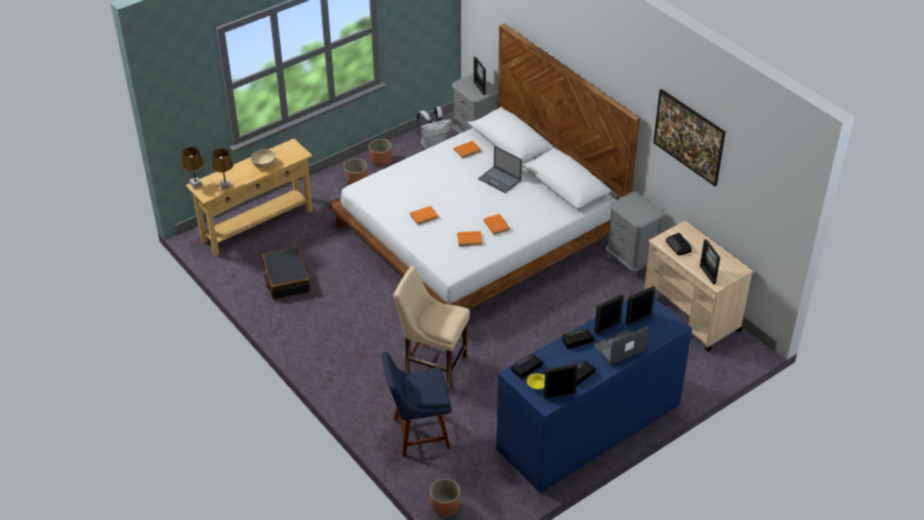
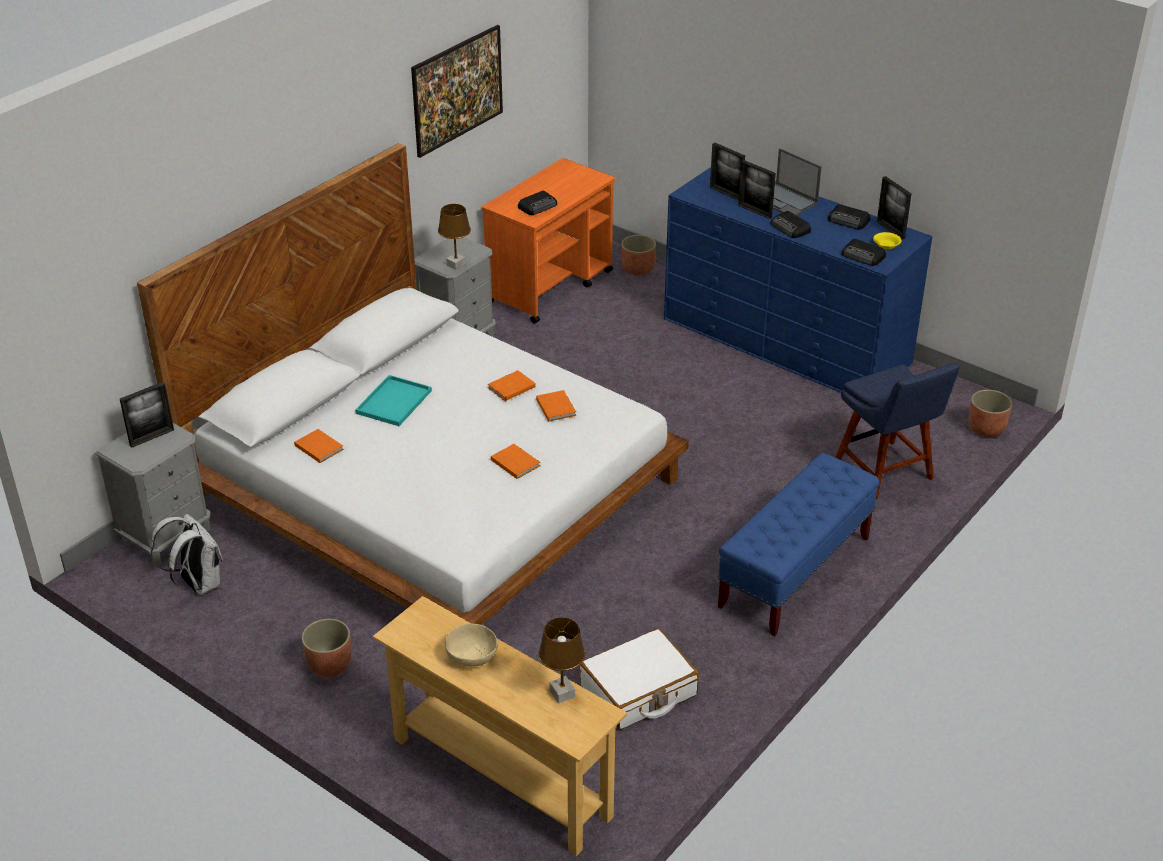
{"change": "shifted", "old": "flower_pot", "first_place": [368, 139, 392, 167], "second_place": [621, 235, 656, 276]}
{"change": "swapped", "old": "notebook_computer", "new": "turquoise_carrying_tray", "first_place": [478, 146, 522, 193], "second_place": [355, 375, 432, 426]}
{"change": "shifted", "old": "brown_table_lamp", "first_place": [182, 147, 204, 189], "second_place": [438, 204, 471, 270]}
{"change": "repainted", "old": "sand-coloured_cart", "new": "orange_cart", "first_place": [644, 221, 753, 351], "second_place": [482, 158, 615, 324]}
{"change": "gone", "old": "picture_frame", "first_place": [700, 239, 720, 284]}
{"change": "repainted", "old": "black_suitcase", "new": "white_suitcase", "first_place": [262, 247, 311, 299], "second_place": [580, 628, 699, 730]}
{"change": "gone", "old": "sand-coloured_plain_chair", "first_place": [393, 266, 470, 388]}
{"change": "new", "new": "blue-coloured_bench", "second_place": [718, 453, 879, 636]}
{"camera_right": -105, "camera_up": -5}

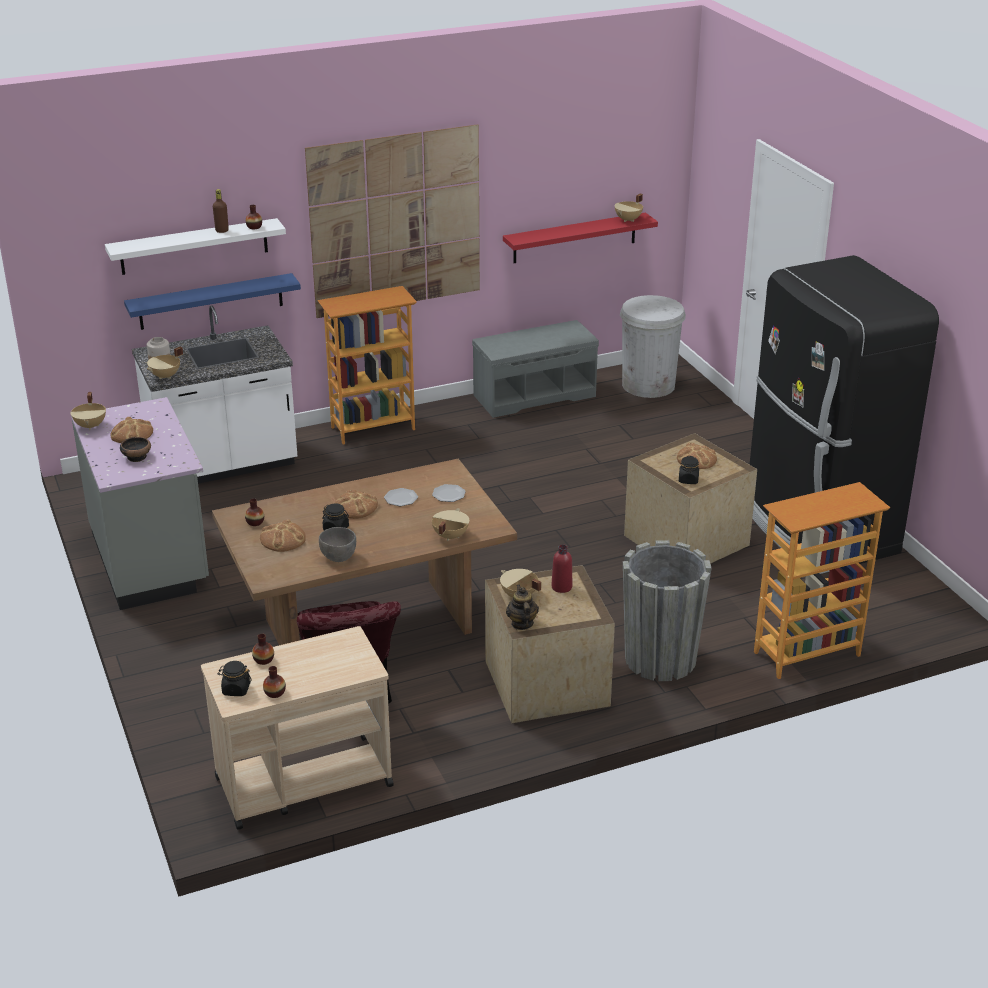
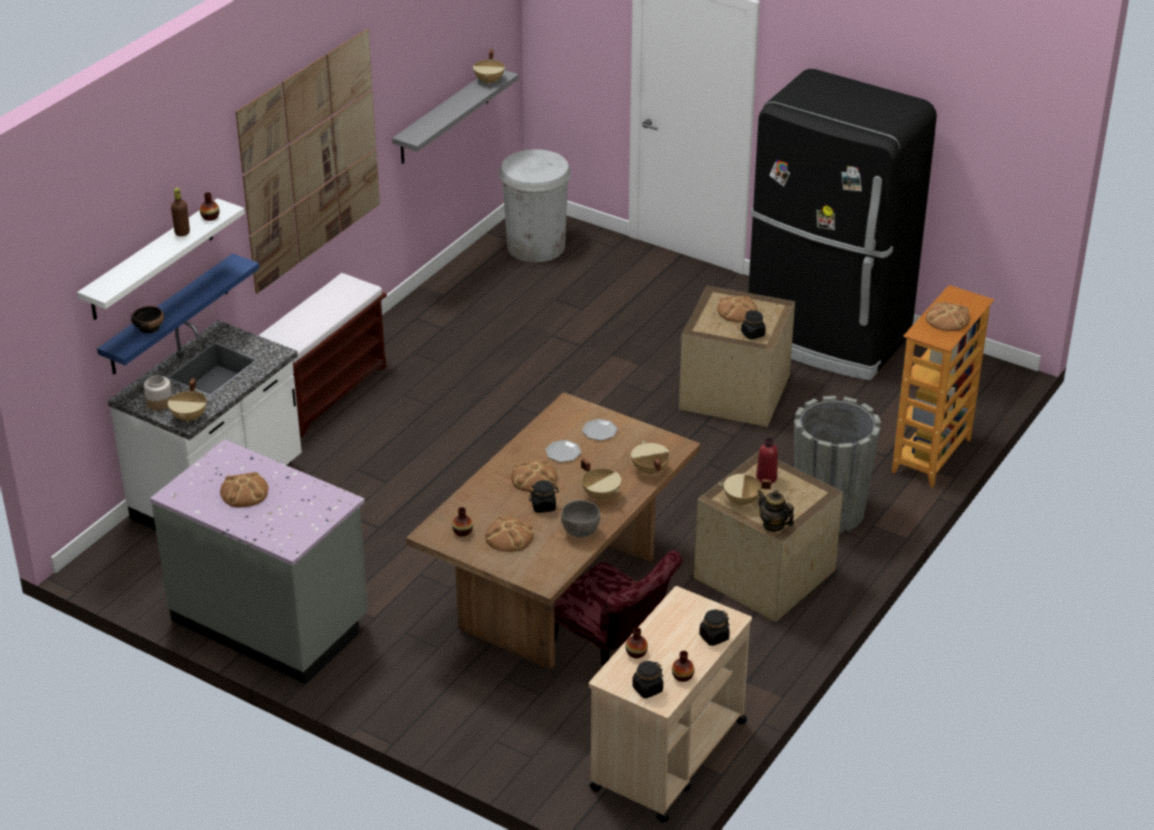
{"change": "repainted", "old": "red-coloured_shelf", "new": "gray_shelf", "first_place": [503, 212, 658, 263], "second_place": [392, 70, 518, 164]}
{"change": "swapped", "old": "bookshelf", "new": "brown_bench", "first_place": [317, 286, 417, 445], "second_place": [258, 273, 387, 438]}
{"change": "gone", "old": "gray_bench", "first_place": [472, 320, 599, 418]}
{"change": "shifted", "old": "sand-coloured_cooking_pot", "first_place": [70, 392, 106, 430], "second_place": [581, 459, 621, 500]}
{"change": "shifted", "old": "serving_bowl", "first_place": [120, 437, 151, 462], "second_place": [131, 306, 164, 334]}
{"change": "new", "new": "bakery_bread", "second_place": [926, 302, 970, 331]}
{"change": "new", "new": "black_jar", "second_place": [699, 610, 730, 646]}
{"camera_right": -35, "camera_up": 5}

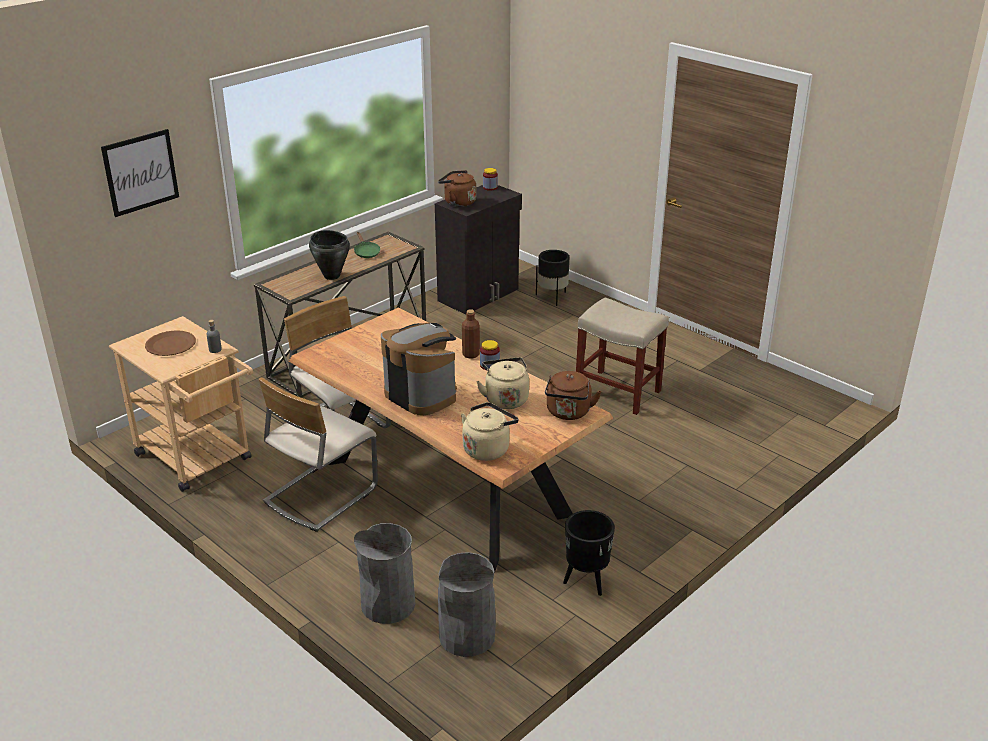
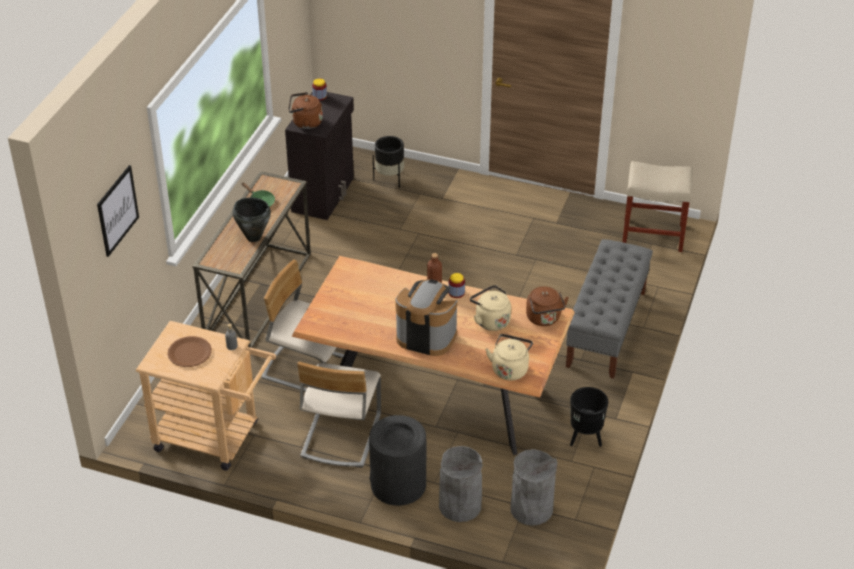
{"change": "shifted", "old": "sand-coloured_stool", "first_place": [576, 297, 669, 415], "second_place": [622, 161, 693, 252]}
{"change": "new", "new": "gray_bench", "second_place": [566, 239, 653, 379]}
{"change": "new", "new": "black_waste_bin", "second_place": [369, 415, 426, 506]}
{"camera_right": -25, "camera_up": 10}

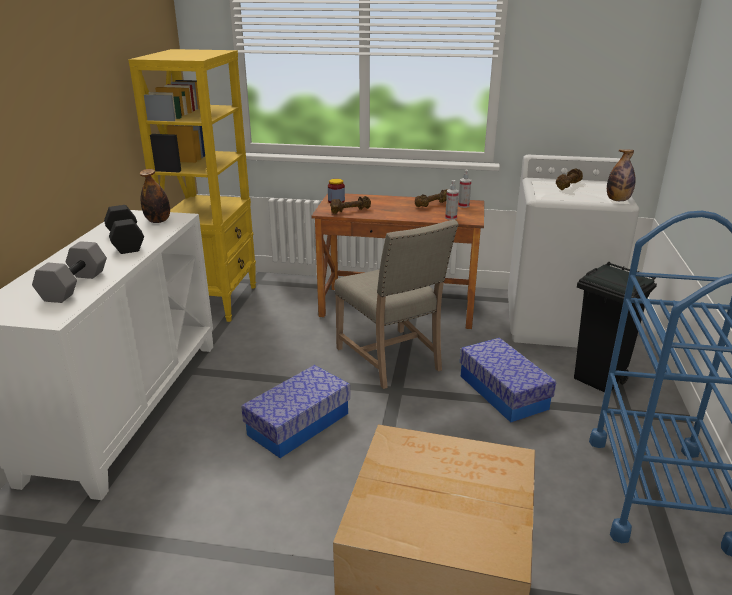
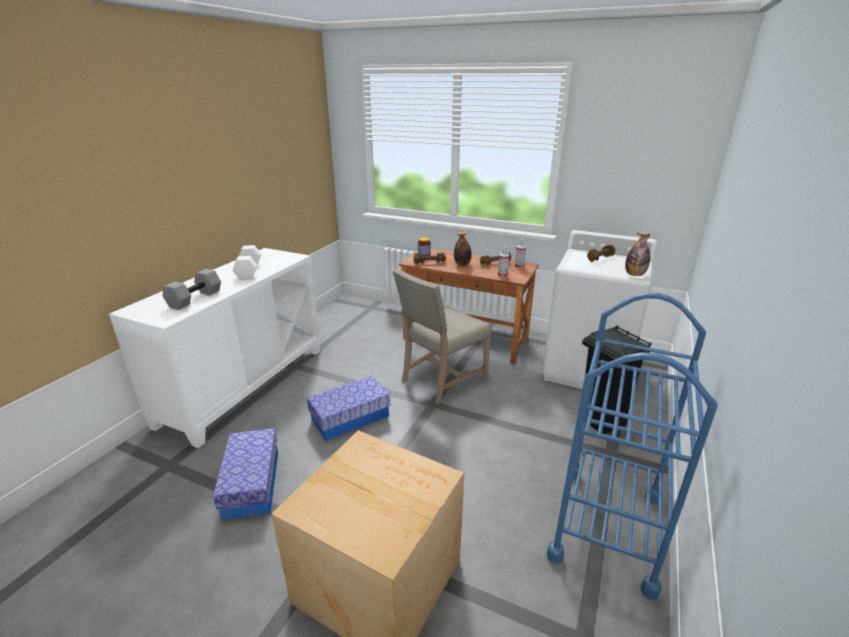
{"change": "gone", "old": "yellow_bookshelf", "first_place": [128, 49, 256, 322]}
{"change": "shifted", "old": "bottle", "first_place": [140, 169, 170, 223], "second_place": [454, 230, 472, 266]}
{"change": "repainted", "old": "black_dumbbell", "new": "white_dumbbell", "first_place": [104, 205, 144, 254], "second_place": [233, 245, 261, 280]}
{"change": "rotated", "old": "sand-coloured_plain_chair", "first_place": [334, 220, 459, 389], "second_place": [393, 269, 492, 404], "degrees": 60}
{"change": "shifted", "old": "storage_box", "first_place": [460, 338, 556, 423], "second_place": [213, 428, 278, 520]}
{"camera_right": 15, "camera_up": 0}

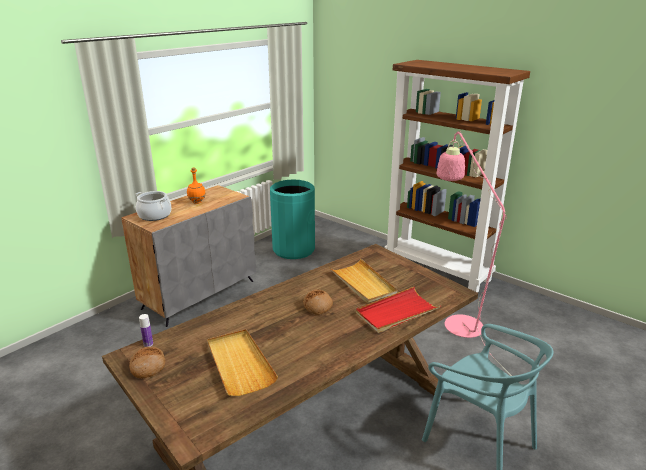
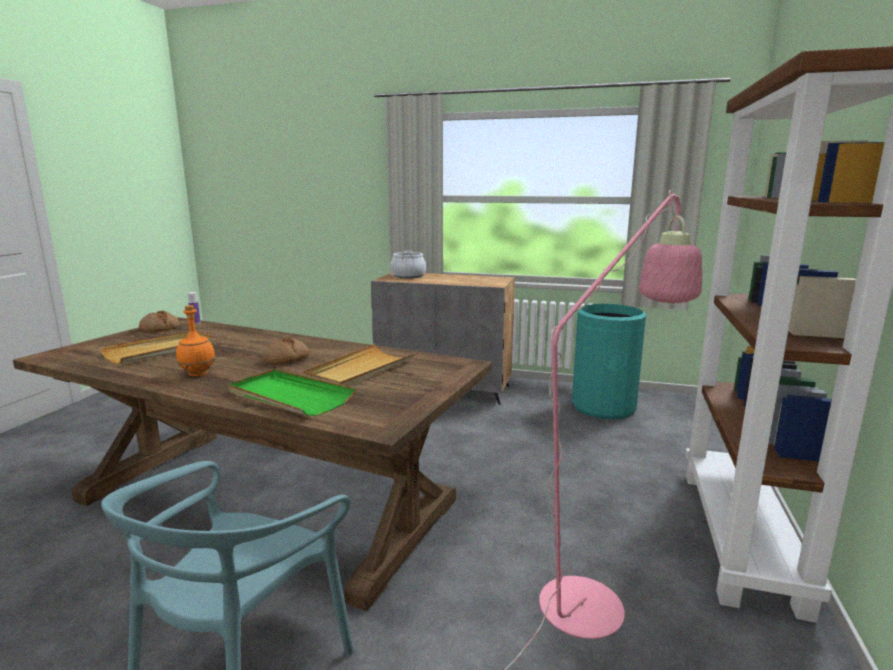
{"change": "shifted", "old": "orange_bottle", "first_place": [187, 167, 206, 204], "second_place": [176, 305, 215, 376]}
{"change": "repainted", "old": "red-coloured_carrying_tray", "new": "greenish_carrying_tray", "first_place": [356, 287, 441, 333], "second_place": [229, 369, 356, 416]}
{"camera_right": 65, "camera_up": -10}

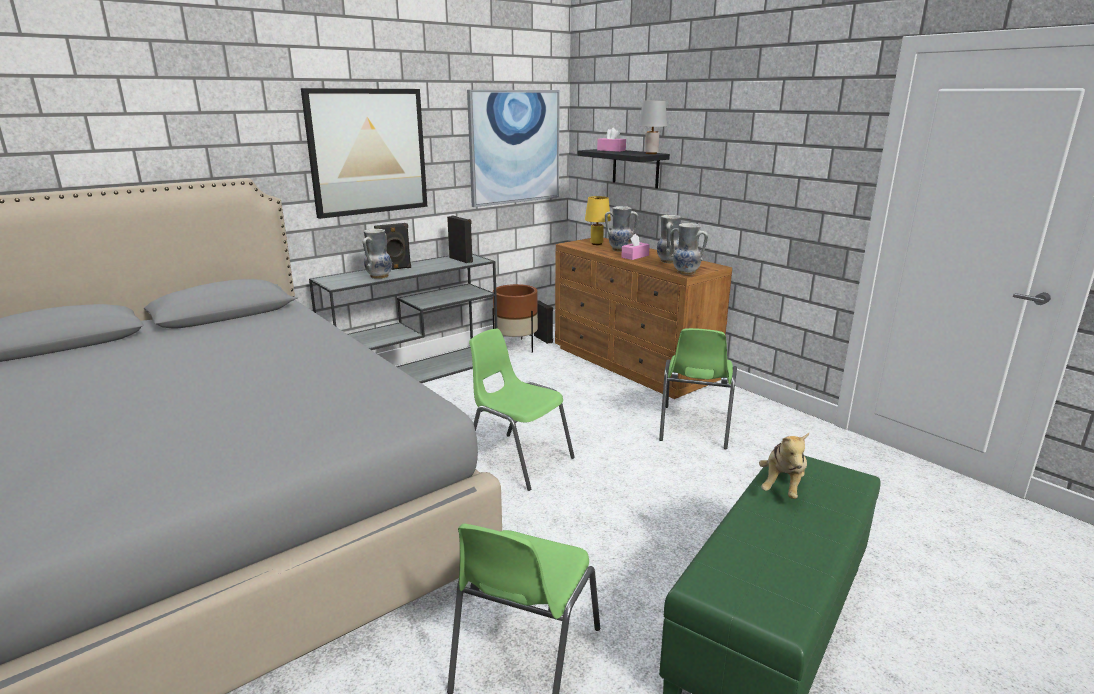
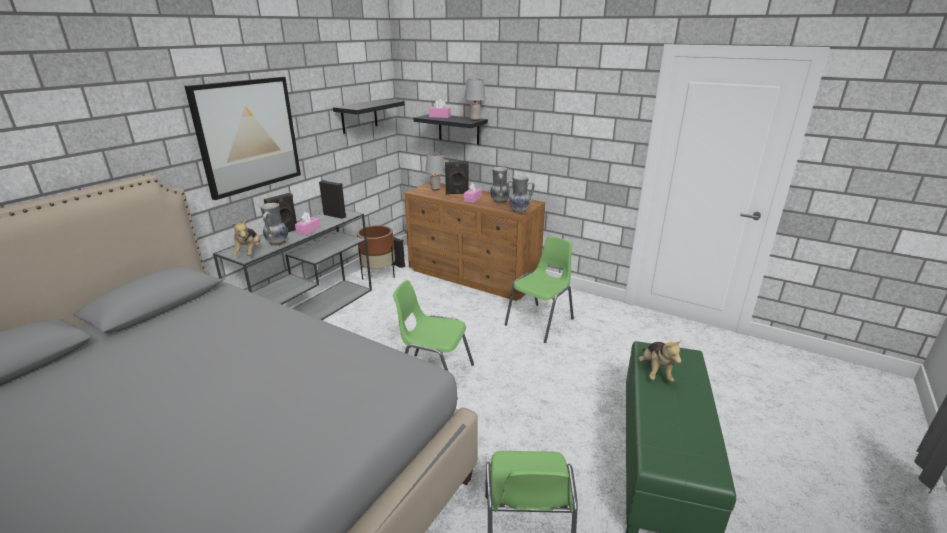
{"change": "swapped", "old": "wall_picture", "new": "black_shelf", "first_place": [467, 90, 560, 207], "second_place": [333, 99, 405, 134]}
{"change": "repainted", "old": "yellow_table_lamp", "new": "gray_table_lamp", "first_place": [585, 196, 611, 245], "second_place": [425, 153, 445, 191]}
{"change": "swapped", "old": "decorative_vase", "new": "black_loudspeaker", "first_place": [605, 206, 638, 252], "second_place": [445, 161, 469, 195]}
{"change": "rotated", "old": "greenish_plain_chair", "first_place": [659, 328, 737, 449], "second_place": [505, 236, 574, 343], "degrees": -135}
{"change": "new", "new": "pink-coloured_tissue_holder", "second_place": [295, 212, 321, 235]}
{"change": "new", "new": "soft_toy", "second_place": [233, 220, 261, 256]}
{"camera_right": -20, "camera_up": 5}

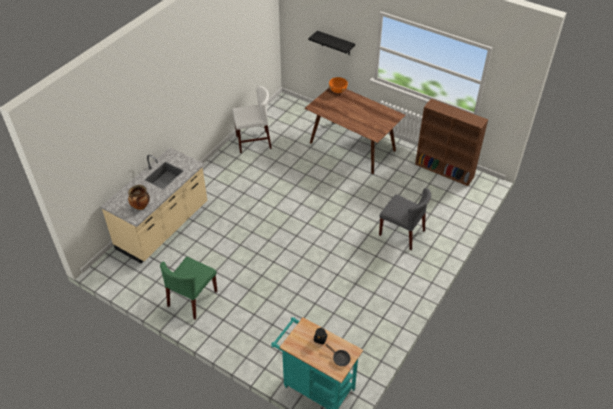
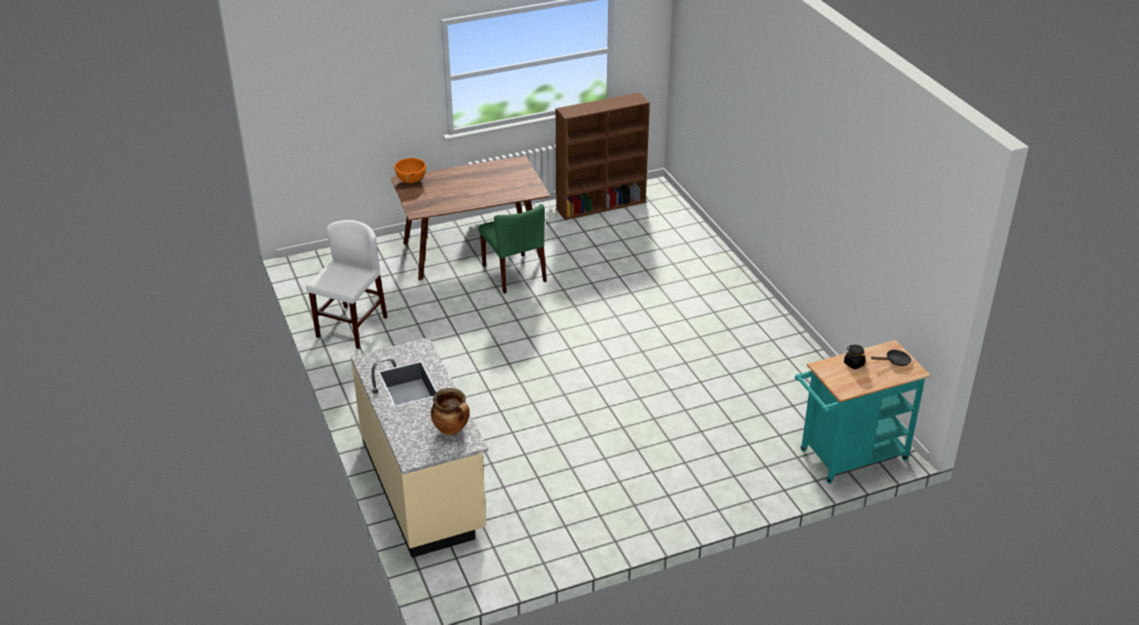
{"change": "gone", "old": "black_shelf", "first_place": [308, 31, 355, 55]}
{"change": "gone", "old": "gray_plain_chair", "first_place": [379, 188, 431, 250]}
{"change": "shifted", "old": "greenish_plain_chair", "first_place": [160, 257, 217, 320], "second_place": [479, 204, 547, 294]}
{"camera_right": -55, "camera_up": -10}

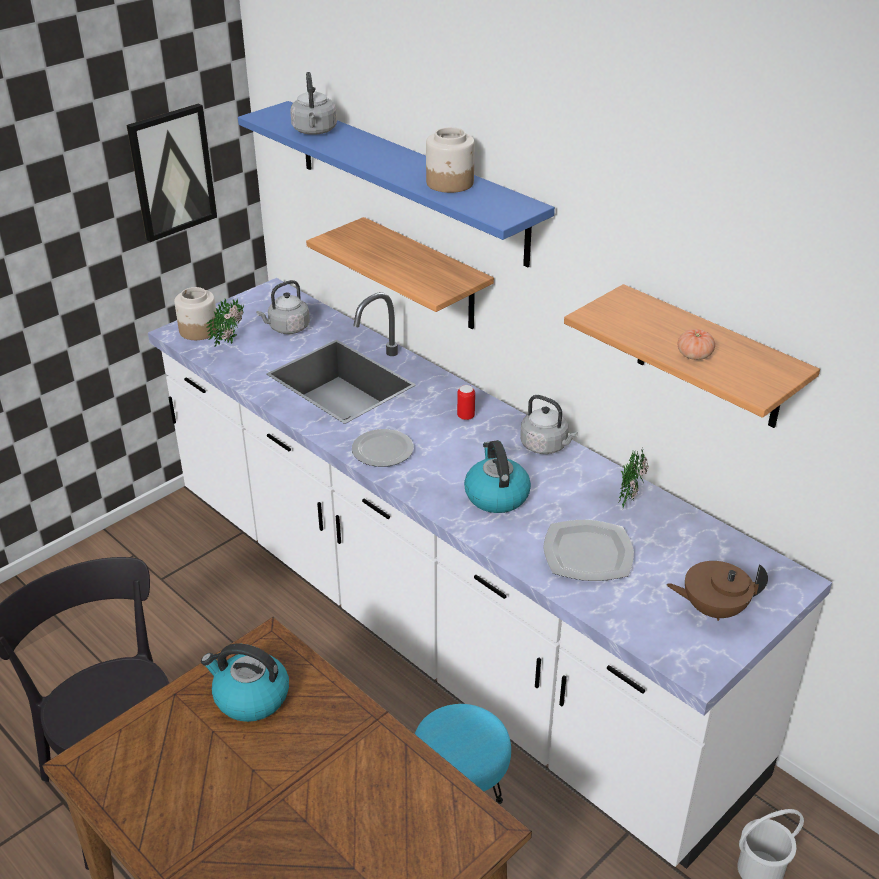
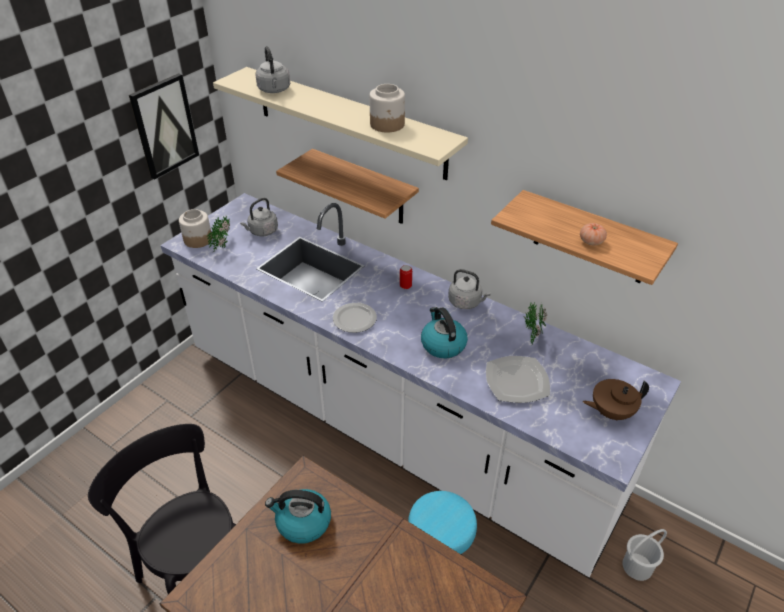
{"change": "repainted", "old": "blue-coloured_shelf", "new": "sand-coloured_shelf", "first_place": [238, 101, 555, 267], "second_place": [213, 67, 468, 180]}
{"camera_right": -10, "camera_up": 5}

